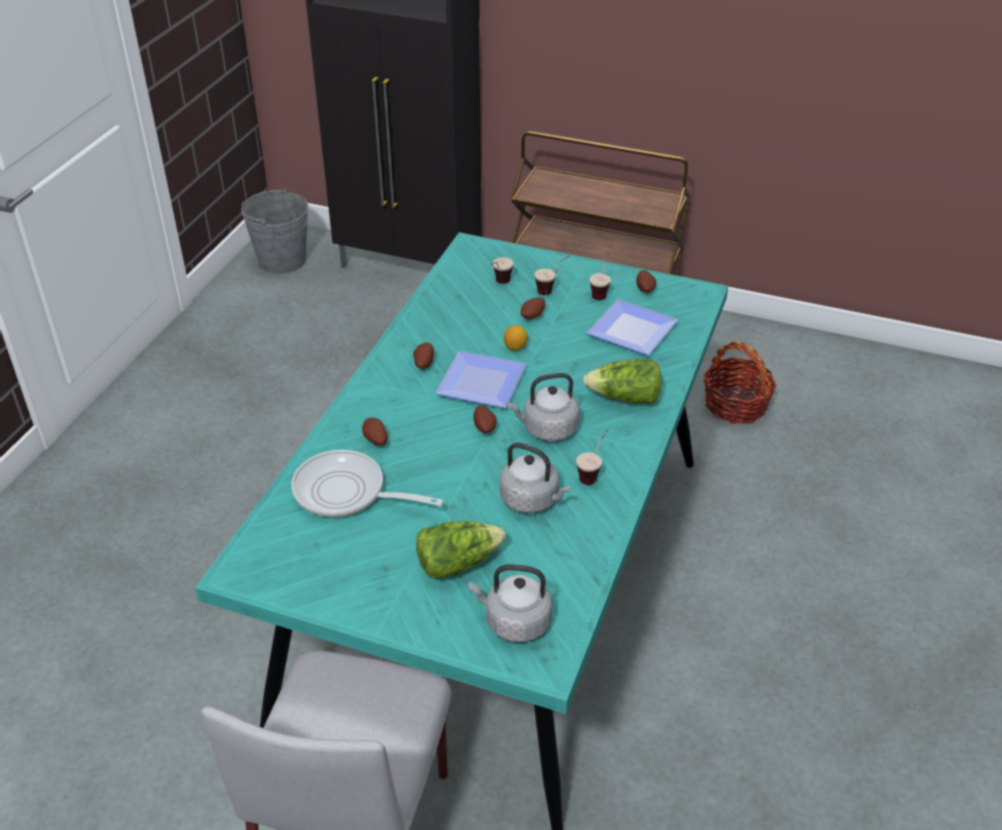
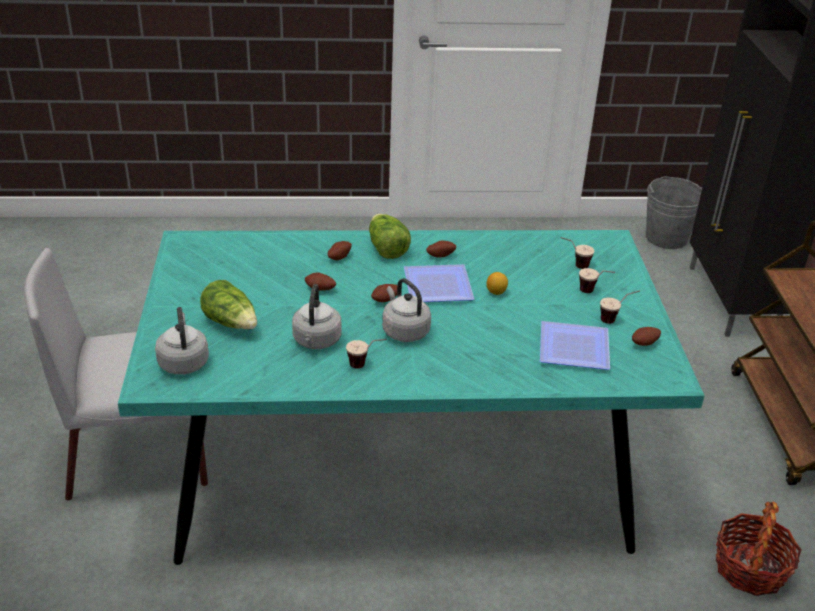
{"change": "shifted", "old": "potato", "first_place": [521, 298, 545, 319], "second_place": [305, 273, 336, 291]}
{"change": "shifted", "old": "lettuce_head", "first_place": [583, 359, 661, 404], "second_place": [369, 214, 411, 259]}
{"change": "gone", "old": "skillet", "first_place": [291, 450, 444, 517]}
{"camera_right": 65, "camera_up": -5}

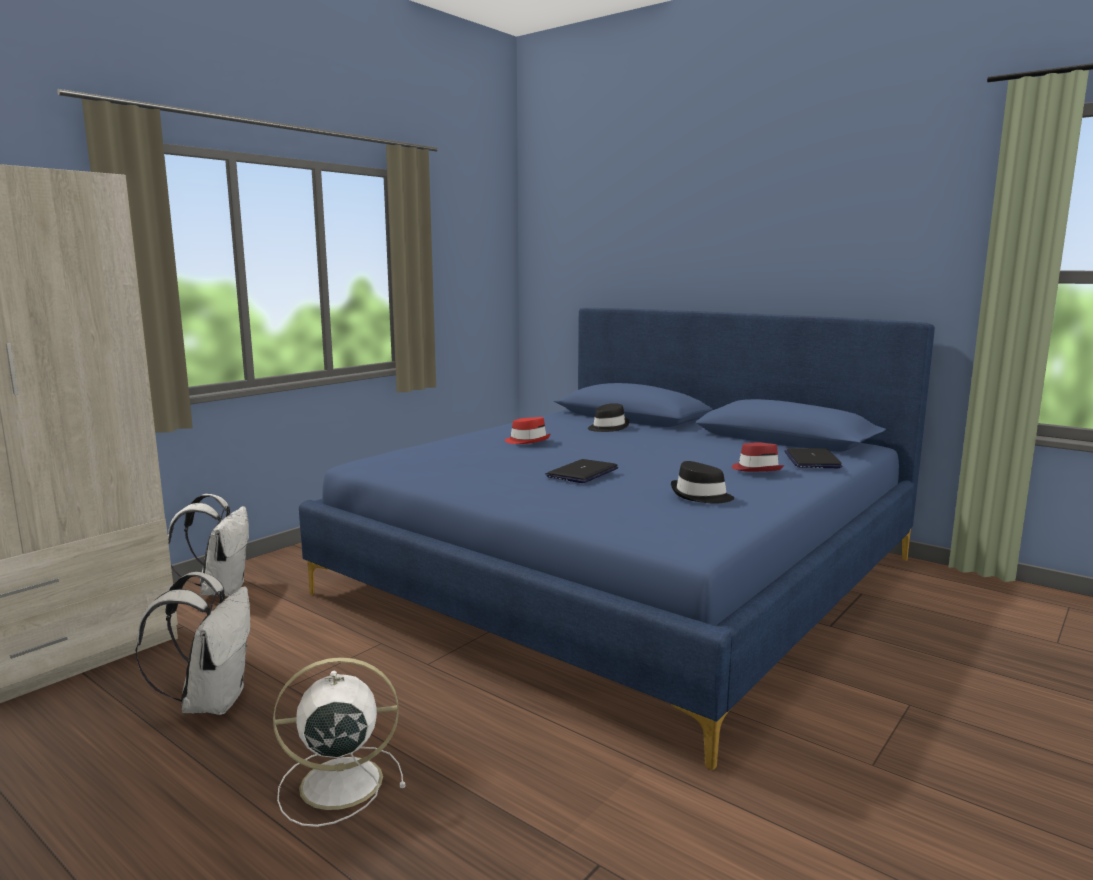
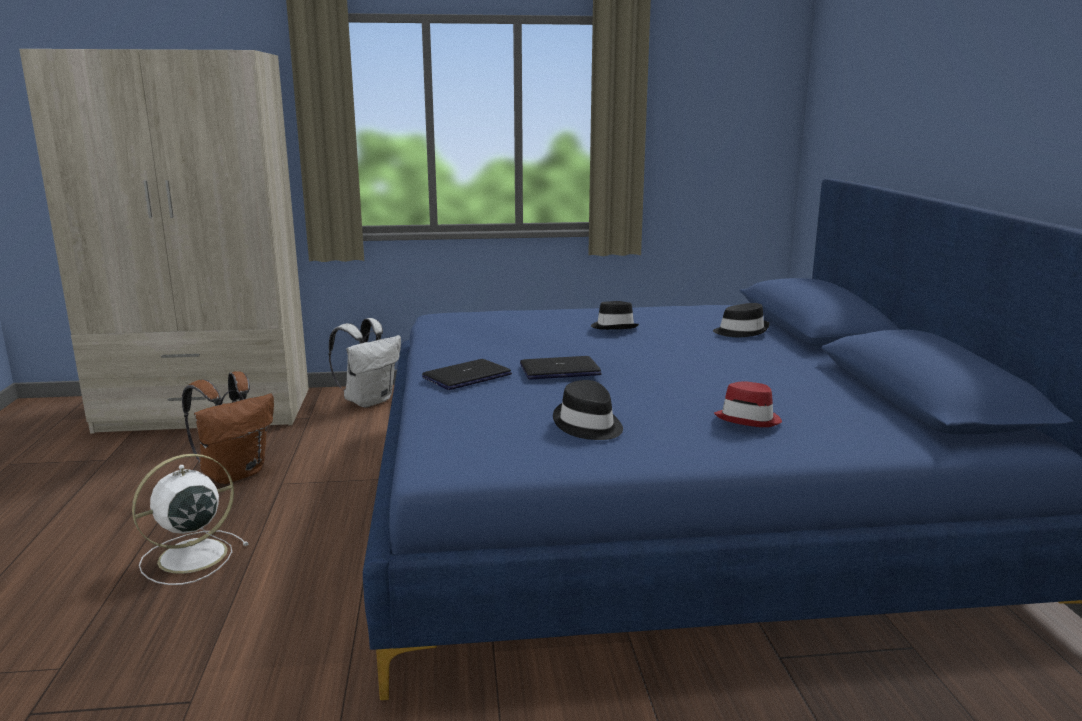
{"change": "repainted", "old": "red-coloured_wearable_hat", "new": "black_wearable_hat", "first_place": [505, 417, 551, 444], "second_place": [591, 301, 639, 330]}
{"change": "shifted", "old": "notebook_computer", "first_place": [784, 448, 842, 468], "second_place": [422, 359, 512, 390]}
{"change": "repainted", "old": "white_rucksack", "new": "brown_rucksack", "first_place": [135, 572, 250, 715], "second_place": [182, 371, 274, 484]}
{"change": "rotated", "old": "white_fan", "first_place": [273, 657, 405, 827], "second_place": [132, 454, 249, 585], "degrees": -75}
{"camera_right": 45, "camera_up": 5}

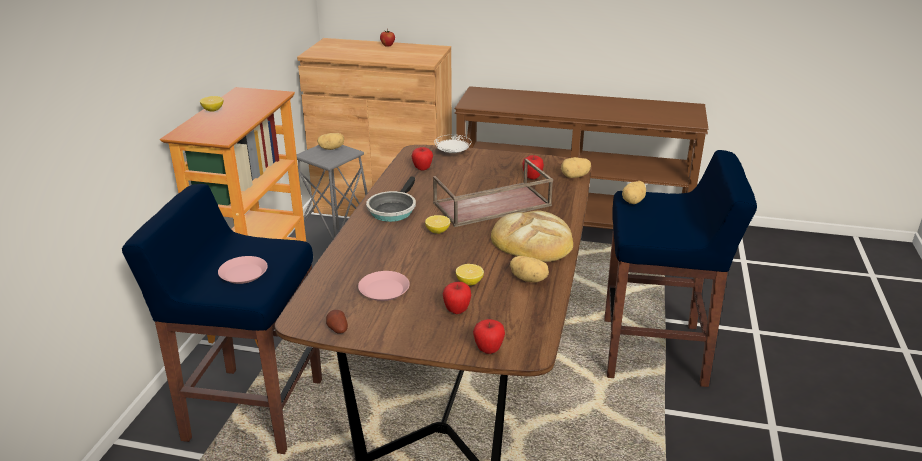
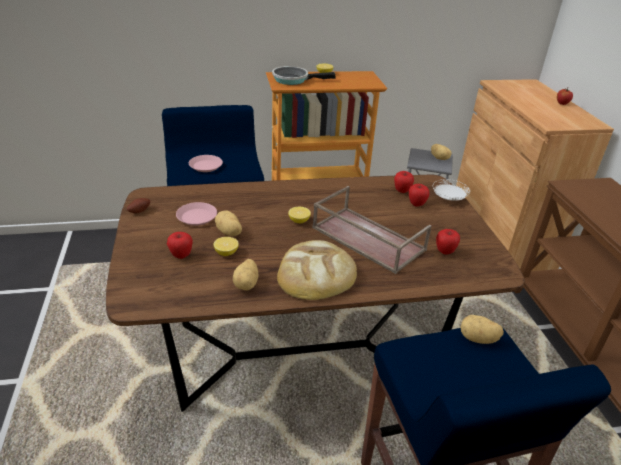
{"change": "shifted", "old": "potato", "first_place": [561, 157, 591, 178], "second_place": [215, 210, 242, 236]}
{"change": "shifted", "old": "skillet", "first_place": [366, 177, 416, 222], "second_place": [272, 66, 336, 85]}
{"change": "shifted", "old": "apple", "first_place": [473, 319, 505, 354], "second_place": [409, 184, 429, 207]}
{"camera_right": 65, "camera_up": 5}

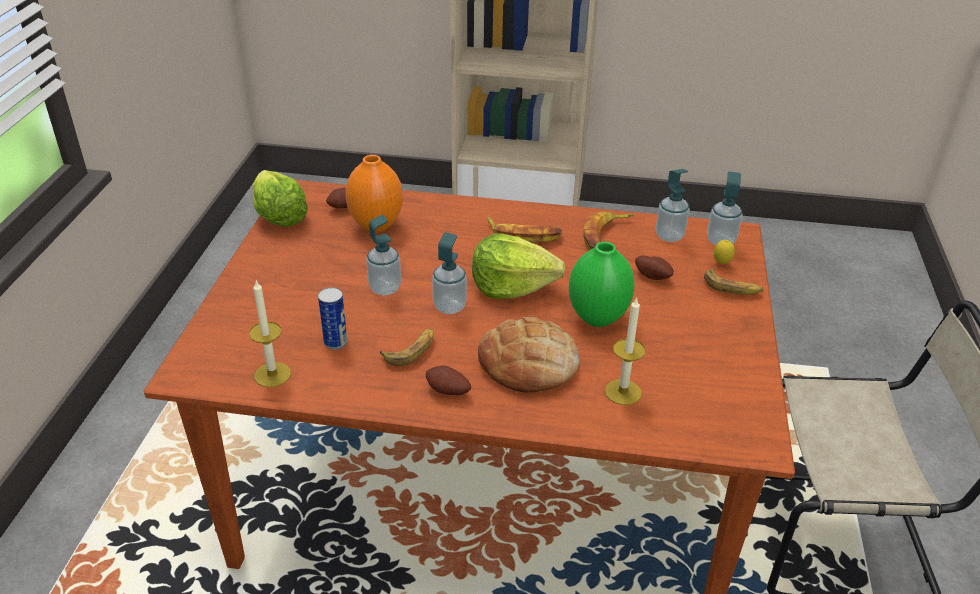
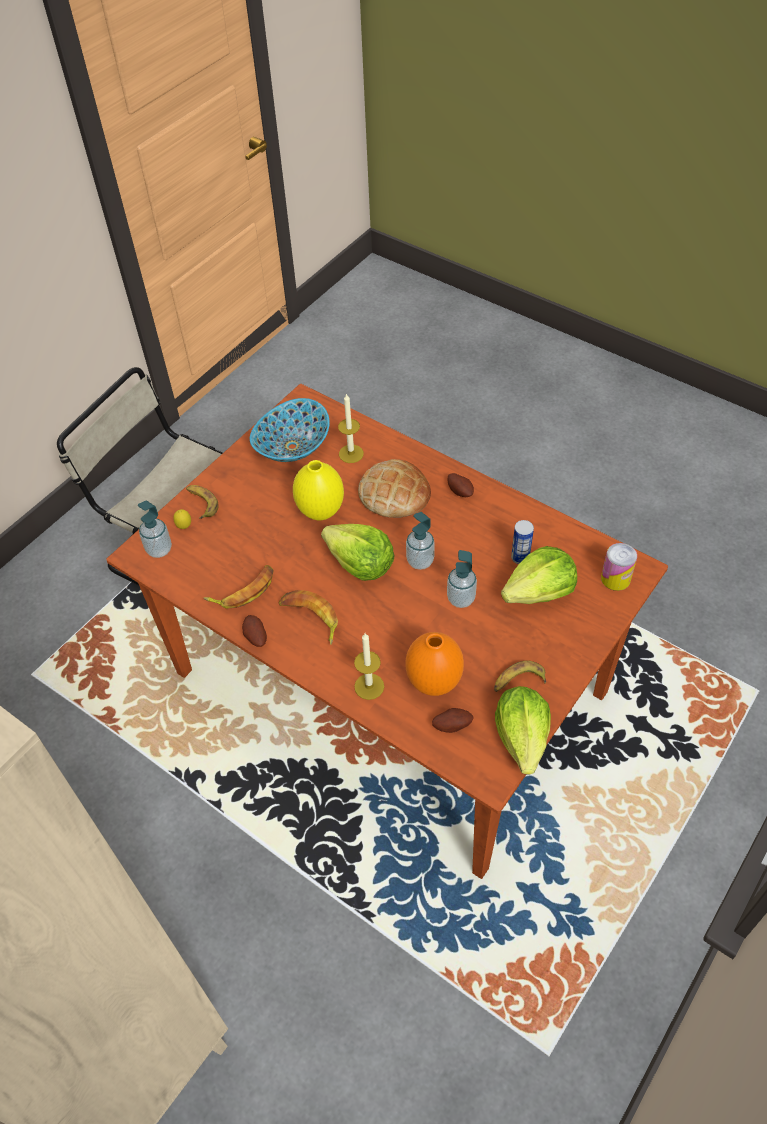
{"change": "gone", "old": "liquid_soap_bottle", "first_place": [656, 169, 690, 242]}
{"change": "repainted", "old": "greenish_decorative_vase", "new": "yellow_decorative_vase", "first_place": [569, 242, 634, 327], "second_place": [293, 460, 344, 520]}
{"change": "shifted", "old": "potato", "first_place": [635, 256, 674, 280], "second_place": [242, 615, 267, 647]}
{"change": "shifted", "old": "wax_candle", "first_place": [249, 280, 291, 388], "second_place": [354, 633, 384, 700]}
{"change": "shifted", "old": "banana_fruit", "first_place": [380, 329, 434, 366], "second_place": [494, 660, 546, 692]}
{"change": "new", "new": "serving_bowl", "second_place": [250, 398, 330, 462]}
{"change": "new", "new": "metal_can", "second_place": [601, 543, 637, 591]}
{"change": "new", "new": "lettuce_head", "second_place": [501, 546, 577, 604]}
{"camera_right": -150, "camera_up": 15}

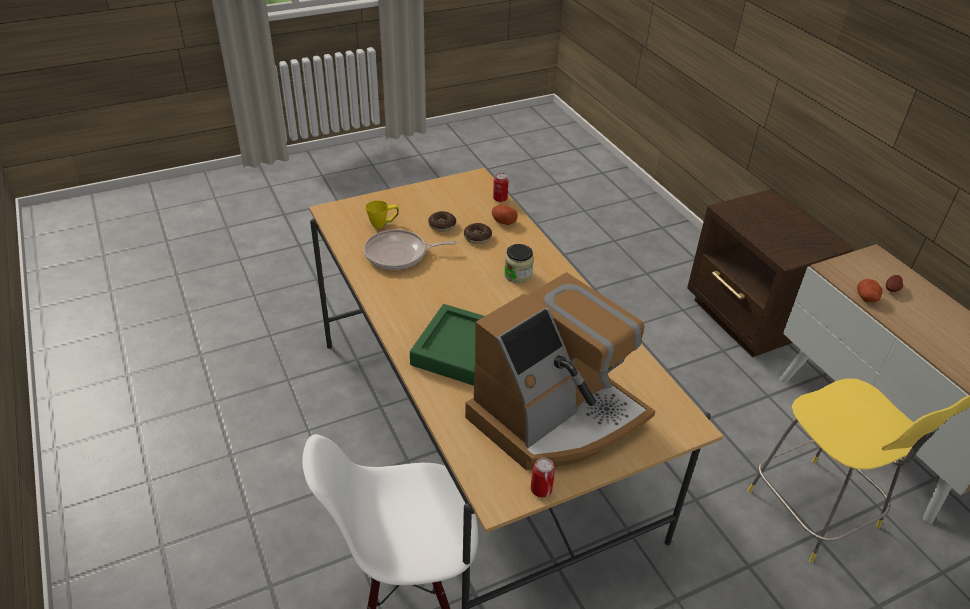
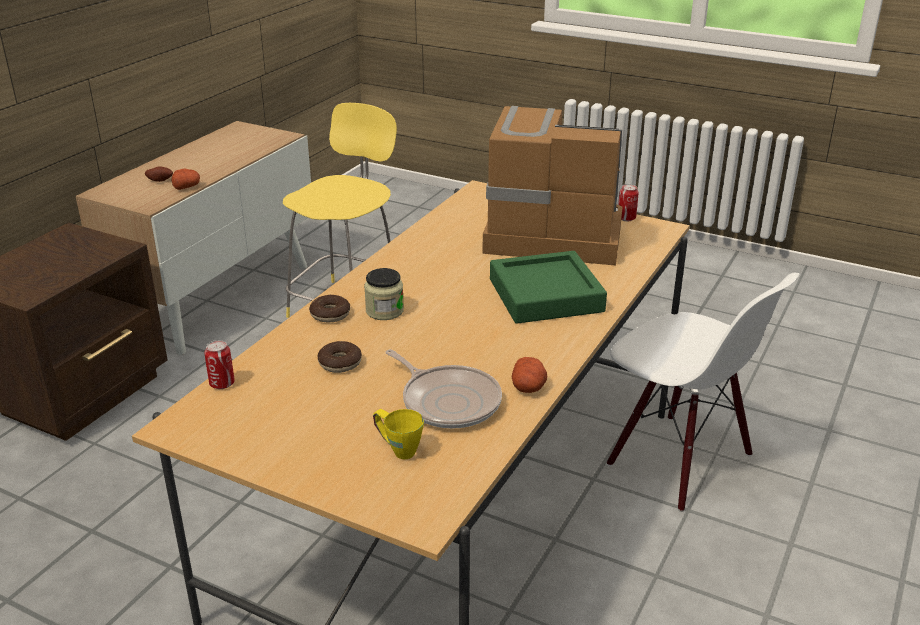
{"change": "shifted", "old": "potato", "first_place": [492, 205, 517, 225], "second_place": [512, 357, 547, 393]}
{"change": "shifted", "old": "doughnut", "first_place": [428, 211, 456, 232], "second_place": [309, 295, 350, 322]}
{"camera_right": -125, "camera_up": -10}

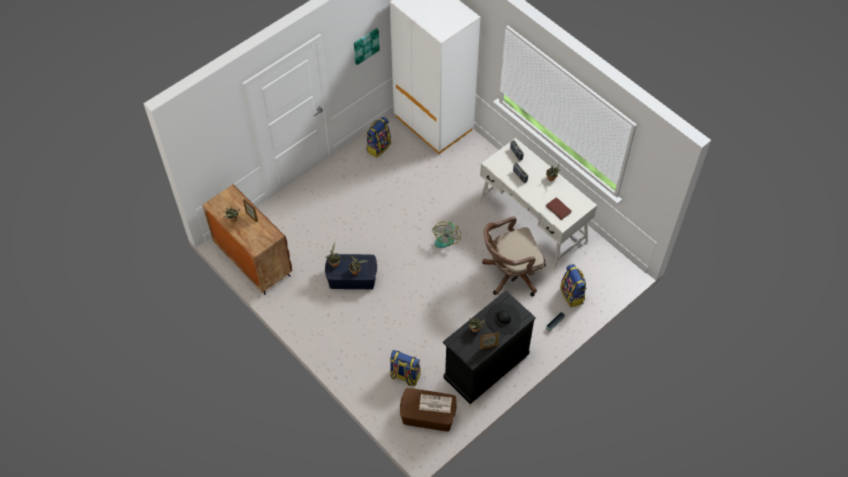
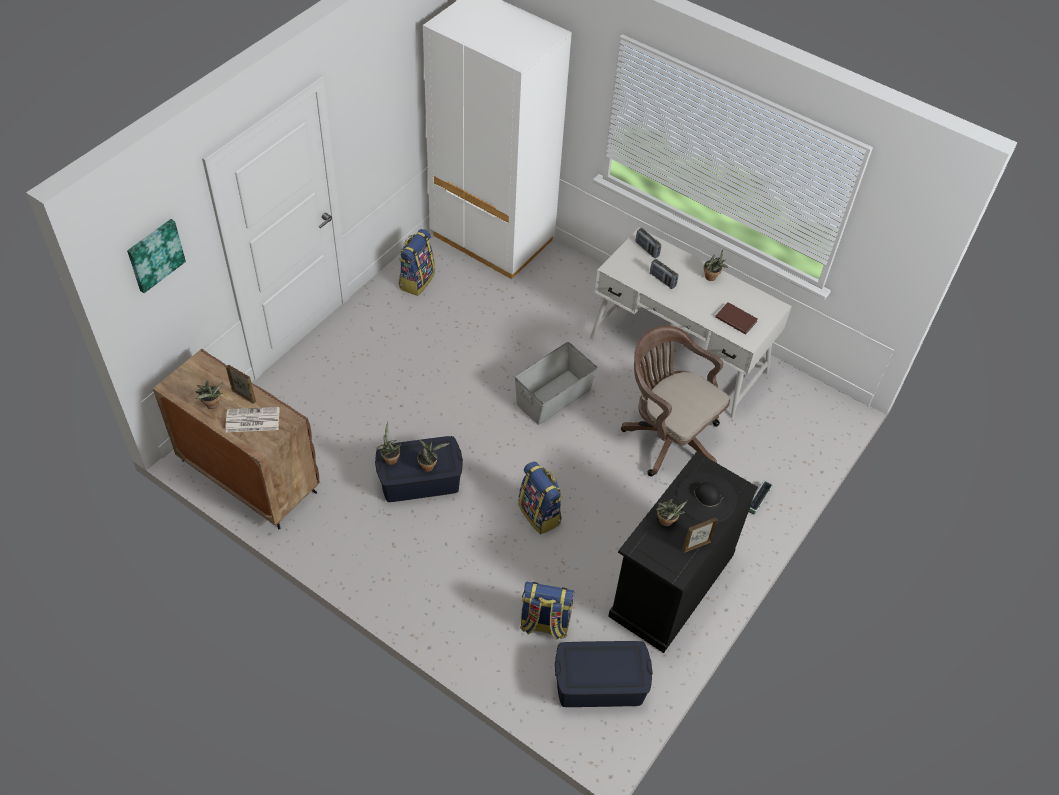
{"change": "shifted", "old": "wall_picture", "first_place": [354, 28, 380, 65], "second_place": [127, 219, 186, 293]}
{"change": "rotated", "old": "brown_office_chair", "first_place": [482, 216, 546, 296], "second_place": [621, 325, 730, 477], "degrees": 75}
{"change": "swapped", "old": "fan", "new": "gray_storage_box", "first_place": [432, 221, 461, 248], "second_place": [515, 342, 597, 425]}
{"change": "shifted", "old": "rucksack", "first_place": [560, 264, 586, 307], "second_place": [518, 461, 562, 534]}
{"change": "repainted", "old": "brown_storage_box", "new": "blue-coloured_storage_box", "first_place": [400, 388, 457, 432], "second_place": [555, 641, 653, 707]}
{"change": "shifted", "old": "printed_paper", "first_place": [419, 394, 452, 413], "second_place": [226, 407, 279, 432]}
{"camera_right": -15, "camera_up": -5}

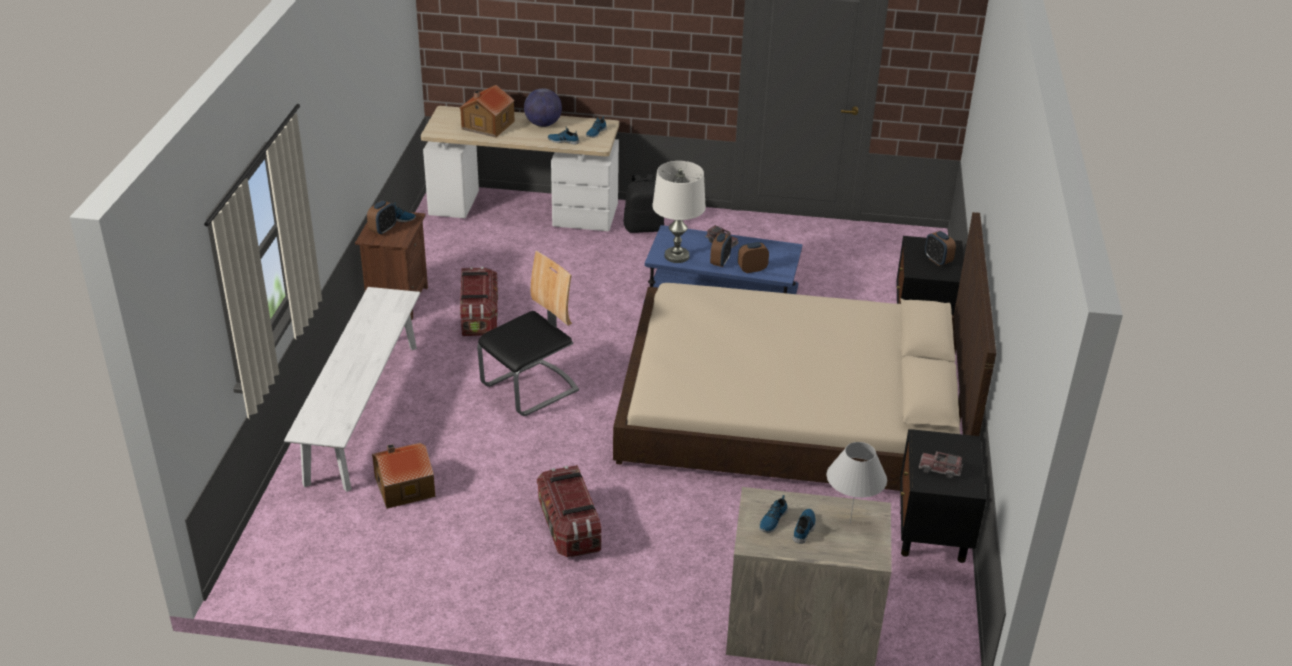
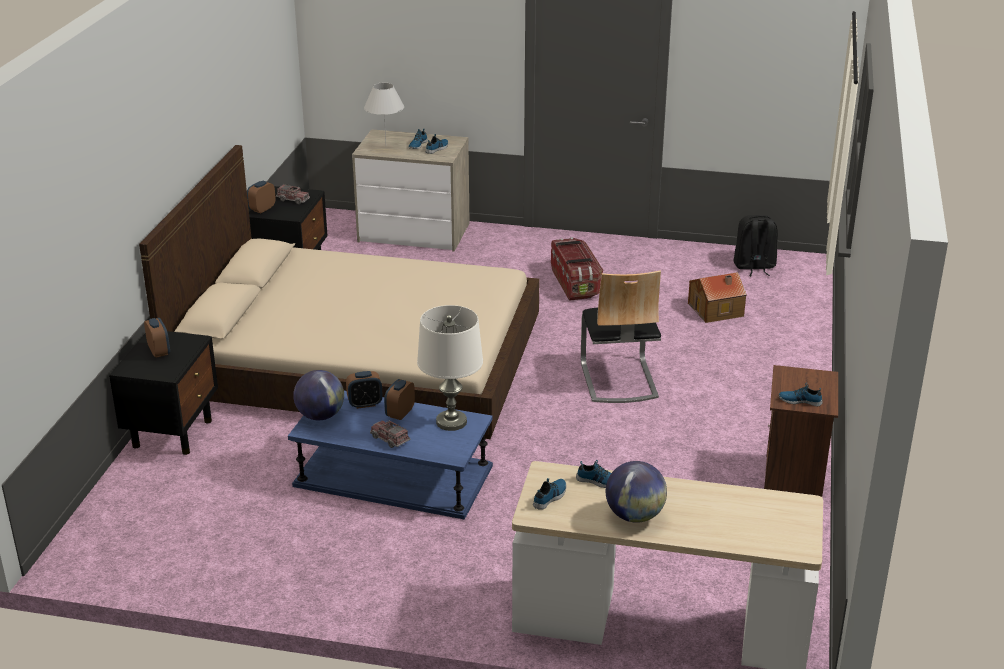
{"change": "gone", "old": "miniature_house", "first_place": [460, 85, 515, 137]}
{"change": "shifted", "old": "black_rucksack", "first_place": [624, 174, 664, 233], "second_place": [733, 215, 778, 276]}
{"change": "shifted", "old": "alarm_clock", "first_place": [367, 200, 396, 235], "second_place": [247, 181, 276, 213]}
{"change": "rotated", "old": "plain_chair", "first_place": [477, 251, 579, 416], "second_place": [581, 270, 661, 403], "degrees": -60}
{"change": "gone", "old": "storage_box", "first_place": [460, 267, 498, 336]}
{"change": "gone", "old": "white_bench", "first_place": [284, 287, 420, 492]}
{"change": "new", "new": "globe", "second_place": [293, 370, 344, 420]}
{"camera_right": -175, "camera_up": -5}

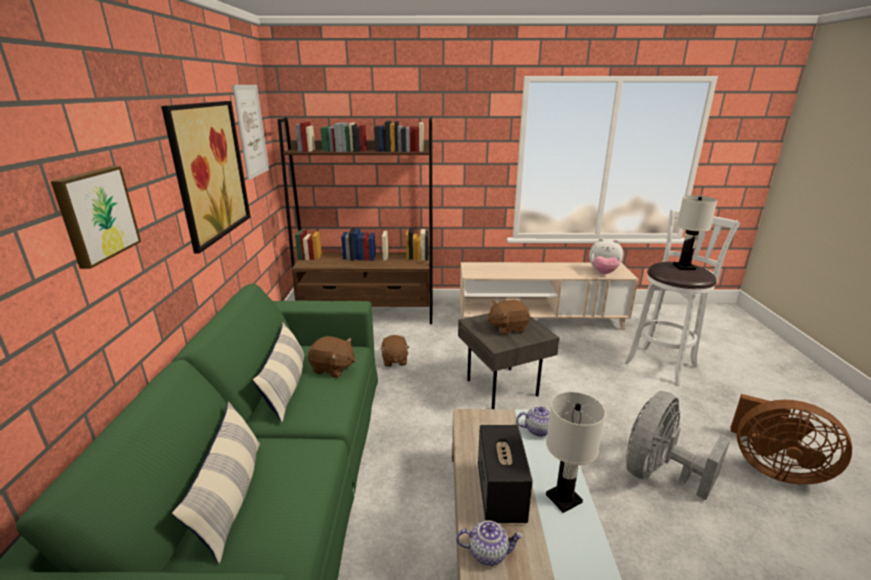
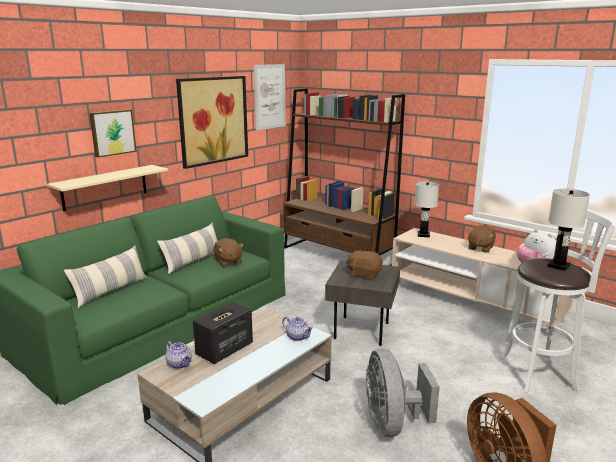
{"change": "shifted", "old": "brown_soft_toy", "first_place": [380, 335, 409, 367], "second_place": [467, 225, 496, 252]}
{"change": "rotated", "old": "gray_fan", "first_place": [626, 391, 731, 500], "second_place": [366, 349, 440, 437], "degrees": -90}
{"change": "shifted", "old": "white_table_lamp", "first_place": [546, 392, 606, 513], "second_place": [414, 181, 439, 237]}
{"change": "new", "new": "sand-coloured_shelf", "second_place": [47, 165, 168, 212]}
{"camera_right": 40, "camera_up": -5}

